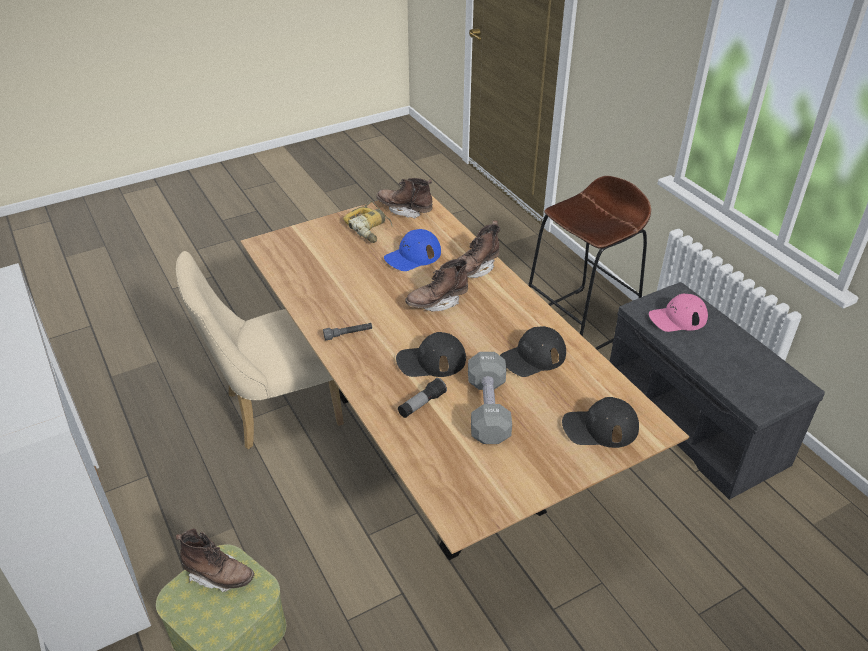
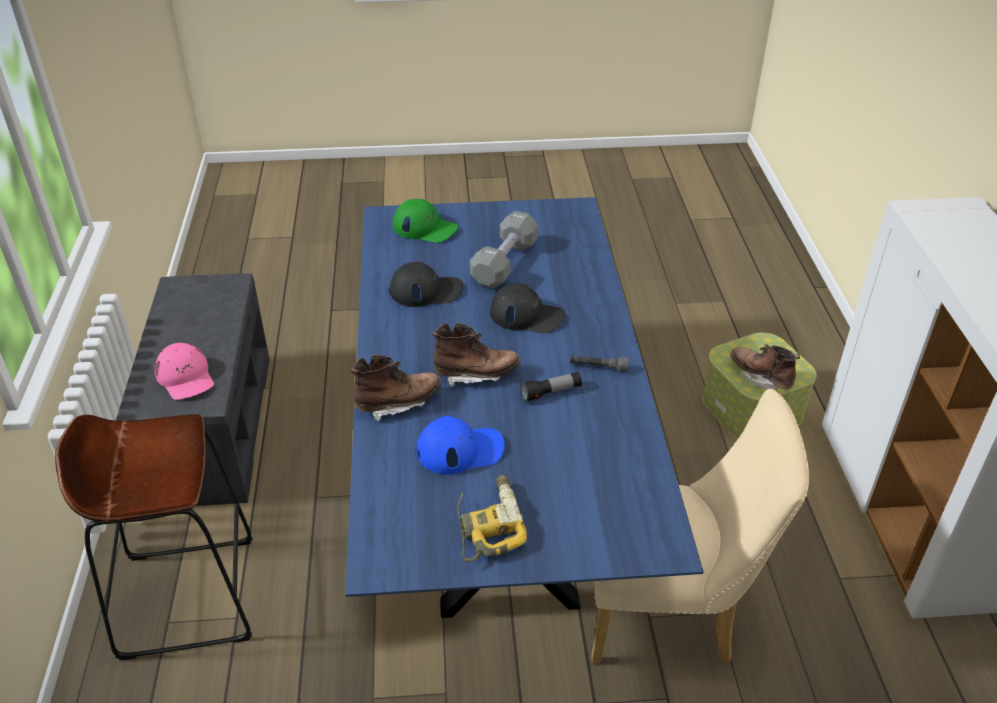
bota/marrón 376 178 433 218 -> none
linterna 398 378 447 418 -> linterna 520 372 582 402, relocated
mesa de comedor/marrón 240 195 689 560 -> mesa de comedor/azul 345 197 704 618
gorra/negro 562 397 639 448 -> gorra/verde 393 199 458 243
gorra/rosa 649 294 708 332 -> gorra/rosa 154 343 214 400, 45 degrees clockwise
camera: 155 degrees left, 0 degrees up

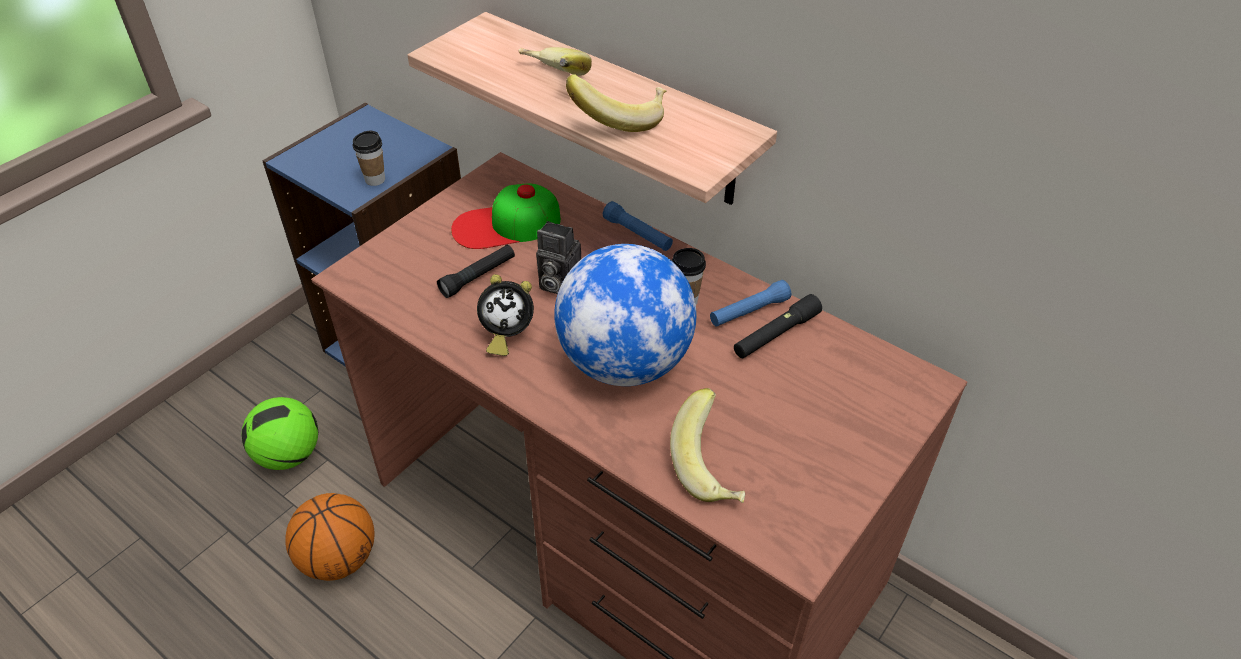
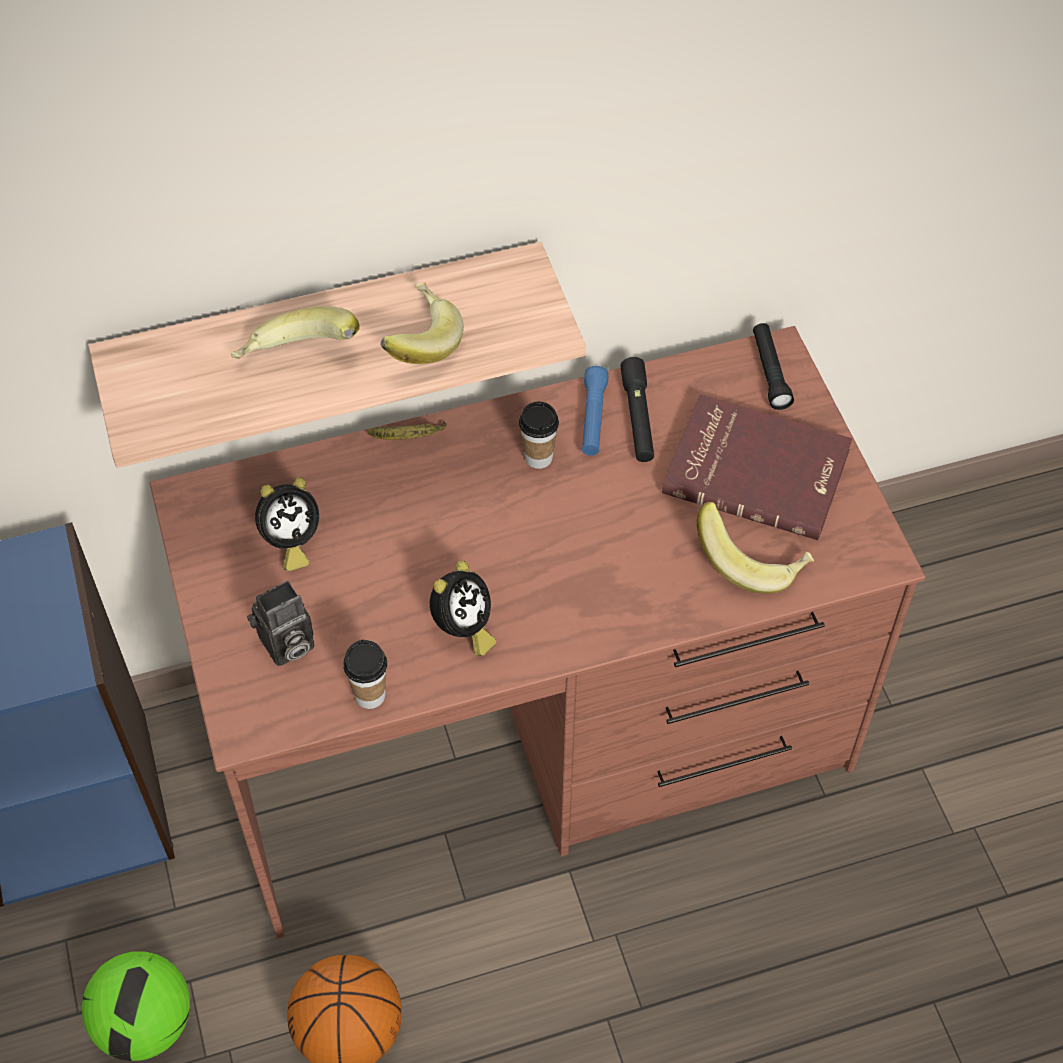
globo terráqueo 554 244 697 386 -> none
none -> libro/rojo 662 394 852 540
taza 353 131 385 186 -> taza 343 640 387 709, relocated
linterna/negro 437 245 515 298 -> linterna/negro 753 323 794 410, relocated
cámara 536 221 581 294 -> cámara 247 581 314 666, relocated
gorra 451 183 561 249 -> despertador 255 477 319 571
linterna/azul 603 201 673 251 -> plátano 368 421 447 439
camera: 55 degrees left, 10 degrees up

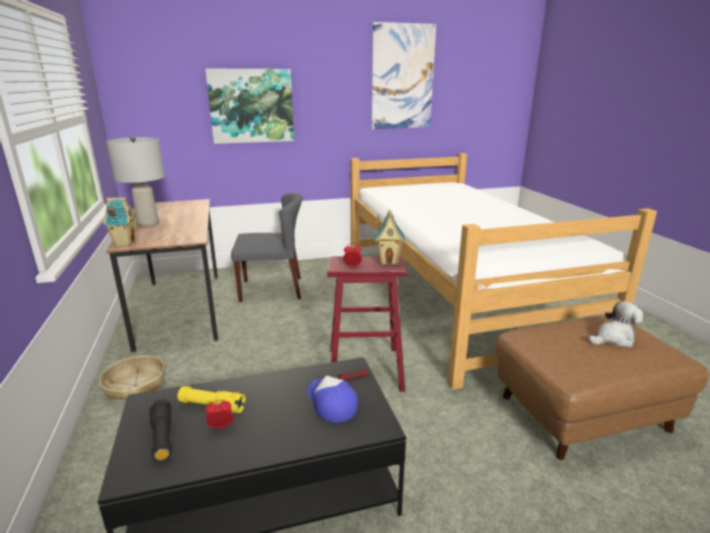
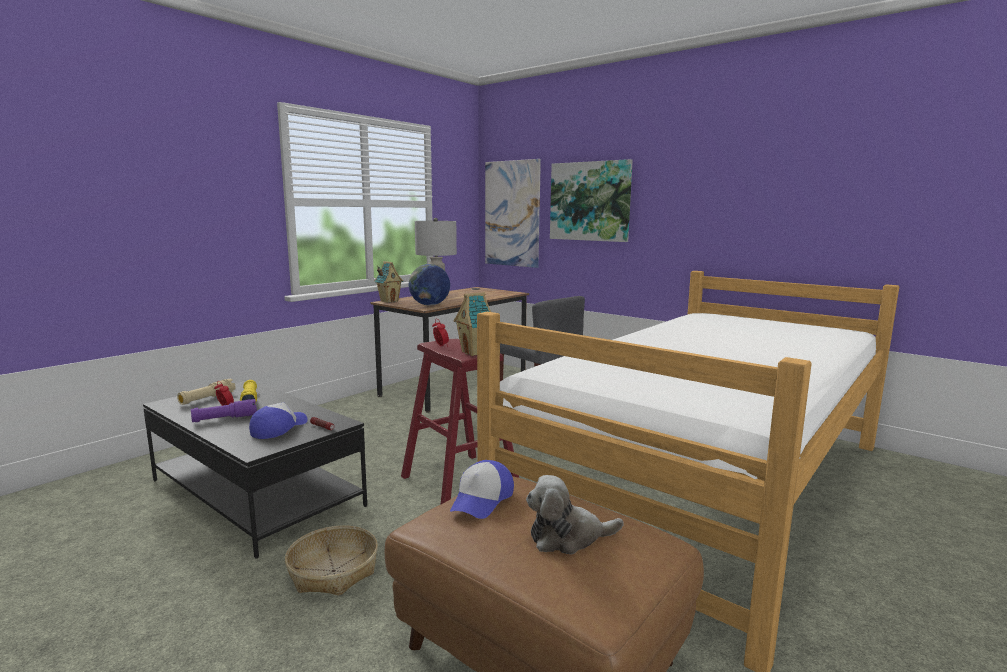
none -> linterna/morado 191 399 257 422
none -> globo terráqueo 409 264 450 305
none -> gorra 450 460 514 519
cesta 99 355 165 400 -> cesta 285 526 378 596, relocated
cuadro 371 22 436 129 -> cuadro 485 159 541 268, relocated
linterna/negro 150 399 172 462 -> linterna/beis 177 379 236 405
peluche 588 301 643 347 -> peluche 526 475 624 555, 135 degrees clockwise
camera: 55 degrees right, 10 degrees down

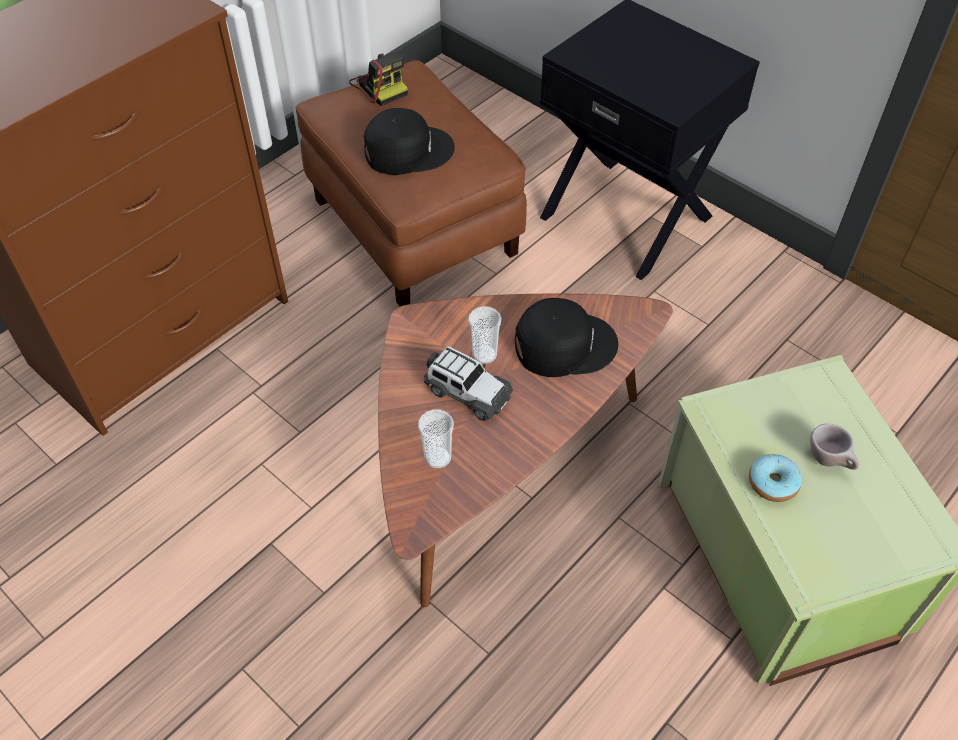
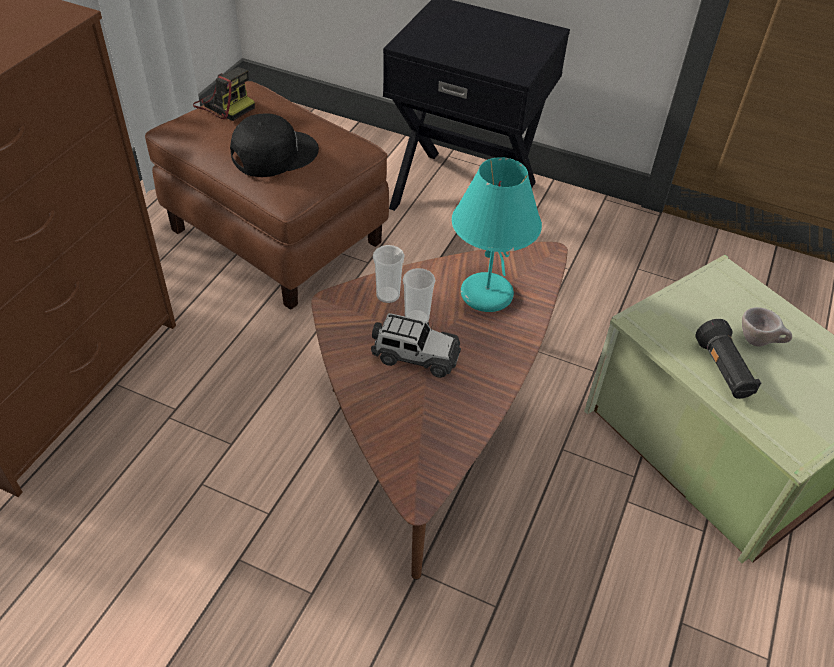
taza 418 409 454 469 -> taza 373 245 405 303, relocated
gorra/negro 515 298 618 377 -> lámpara de mesa/turquesa 452 157 542 312
rosquilla 749 454 802 502 -> linterna/negro 695 319 761 399
camera: 20 degrees left, 5 degrees down

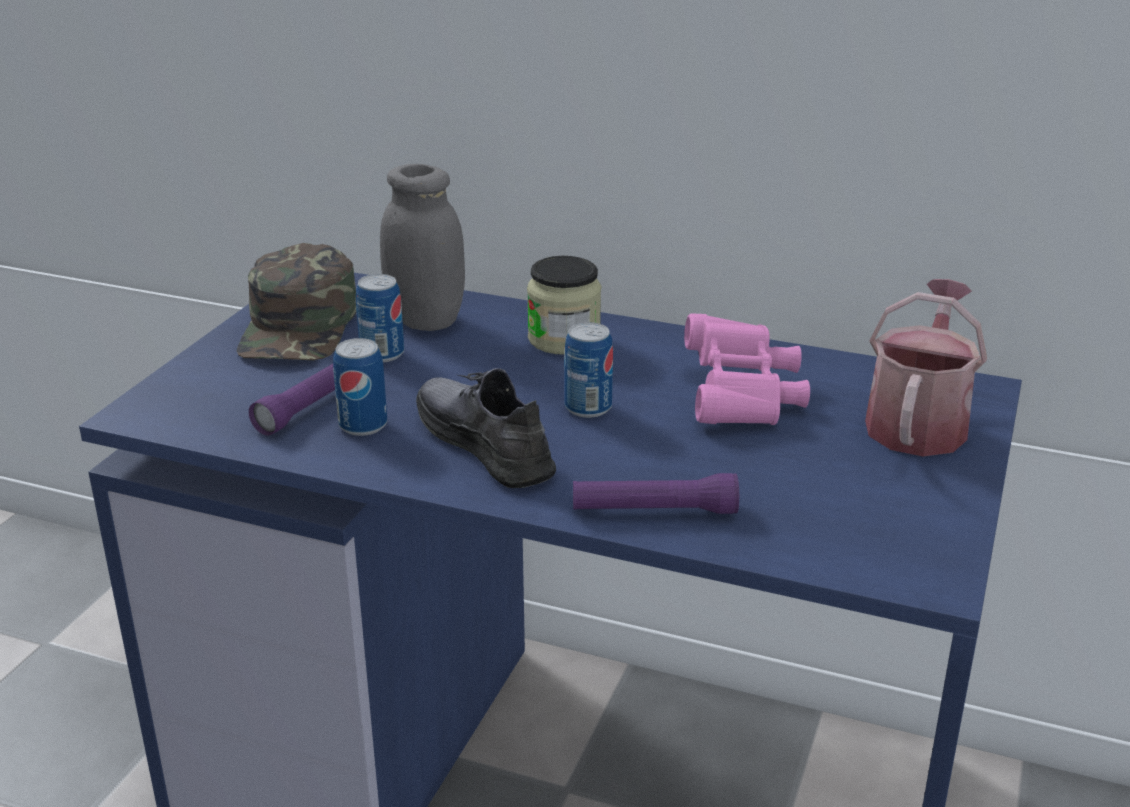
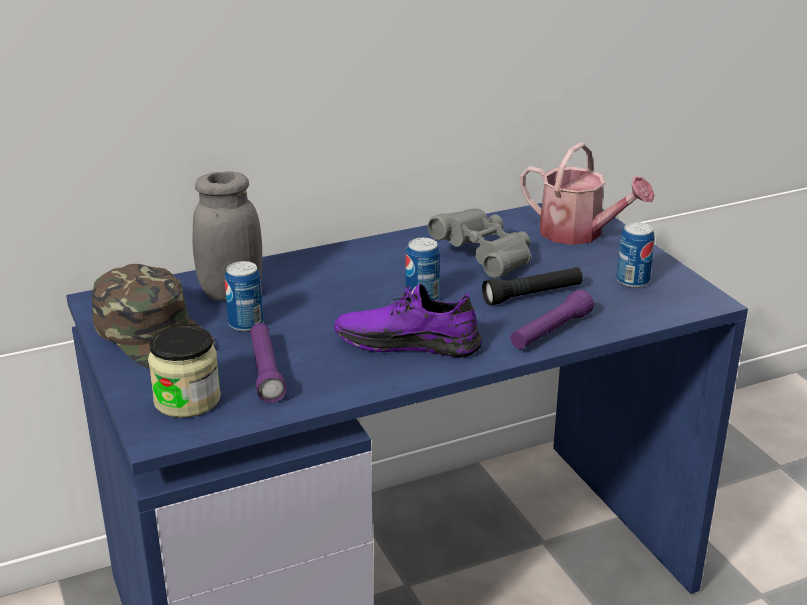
none -> linterna/negro 482 267 583 305
lata 333 338 387 436 -> lata 616 222 654 288, relocated
tarro 527 256 601 355 -> tarro 148 326 221 418, relocated
zapato/gris 416 368 556 488 -> zapato/morado 334 284 482 358
prismáticos/rosa 684 313 810 425 -> prismáticos/gris 428 209 531 278
regadera 865 279 987 456 -> regadera 520 143 655 245, 150 degrees clockwise
camera: 45 degrees left, 0 degrees up

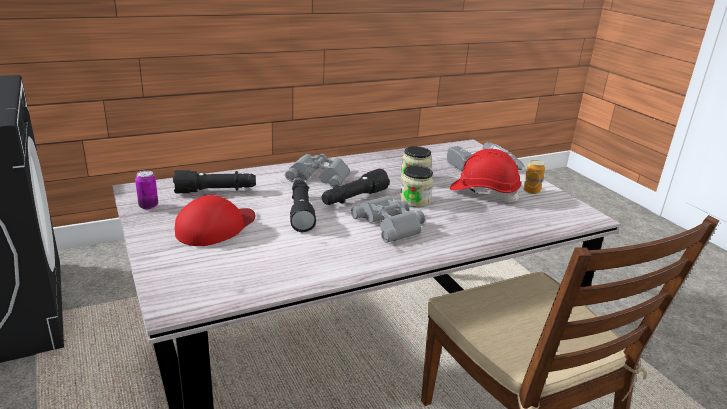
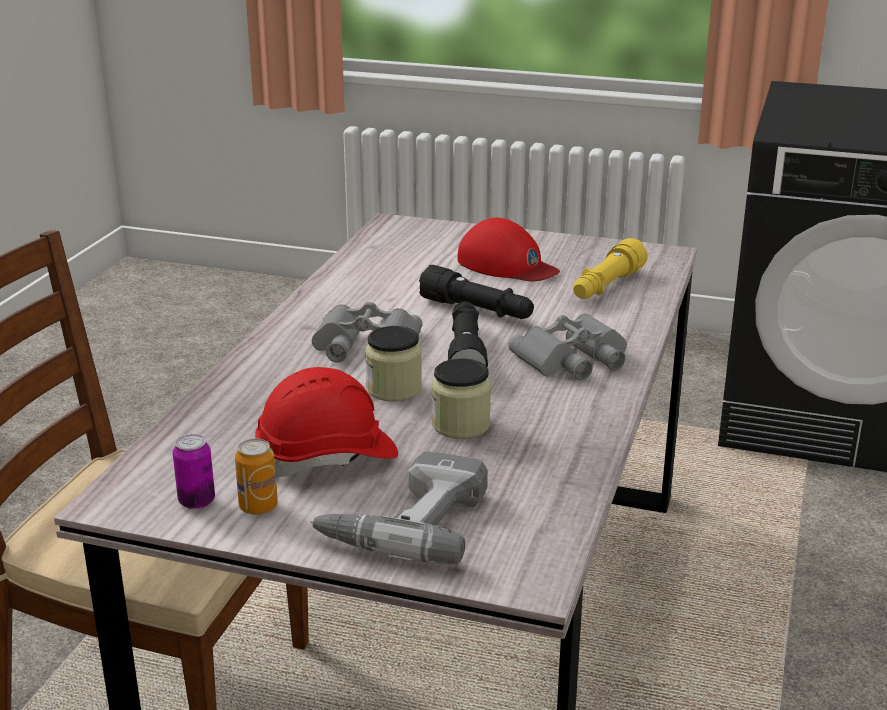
lata 135 171 158 210 -> lata 173 434 215 509, relocated
linterna/negro 173 170 256 193 -> linterna/amarillo 573 238 648 299
gorra/rojo 175 195 255 246 -> gorra/rojo 457 218 560 281, 45 degrees counterclockwise
camera: 135 degrees right, 0 degrees up

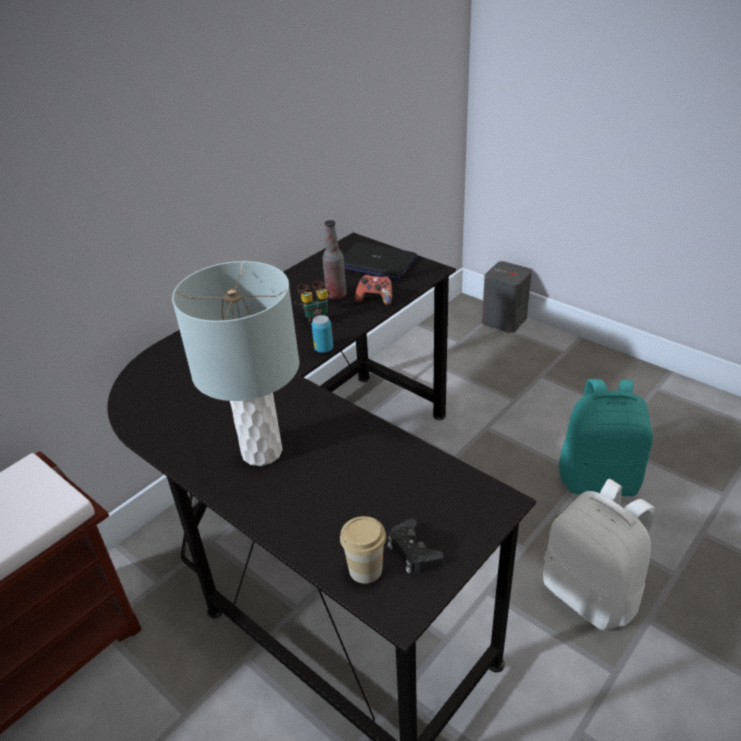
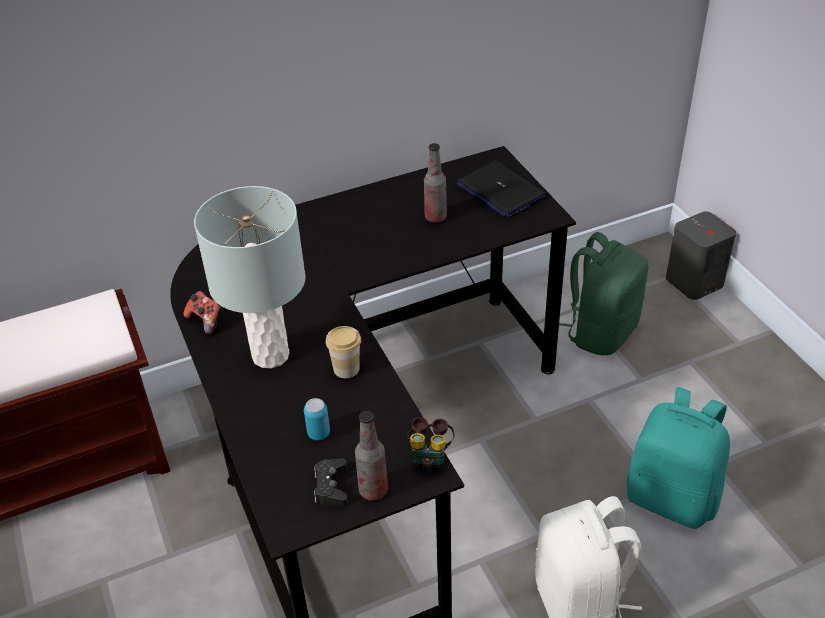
none -> botella 355 411 388 500
none -> mochila/verde 559 232 649 355
prismáticos 294 281 330 325 -> prismáticos 407 417 454 471, relocated
lata 312 315 333 353 -> lata 304 398 330 440, relocated
taza 340 516 386 584 -> taza 326 326 361 378, relocated
mando de consola 355 275 392 306 -> mando de consola 184 291 222 334, relocated
camera: 25 degrees right, 5 degrees up

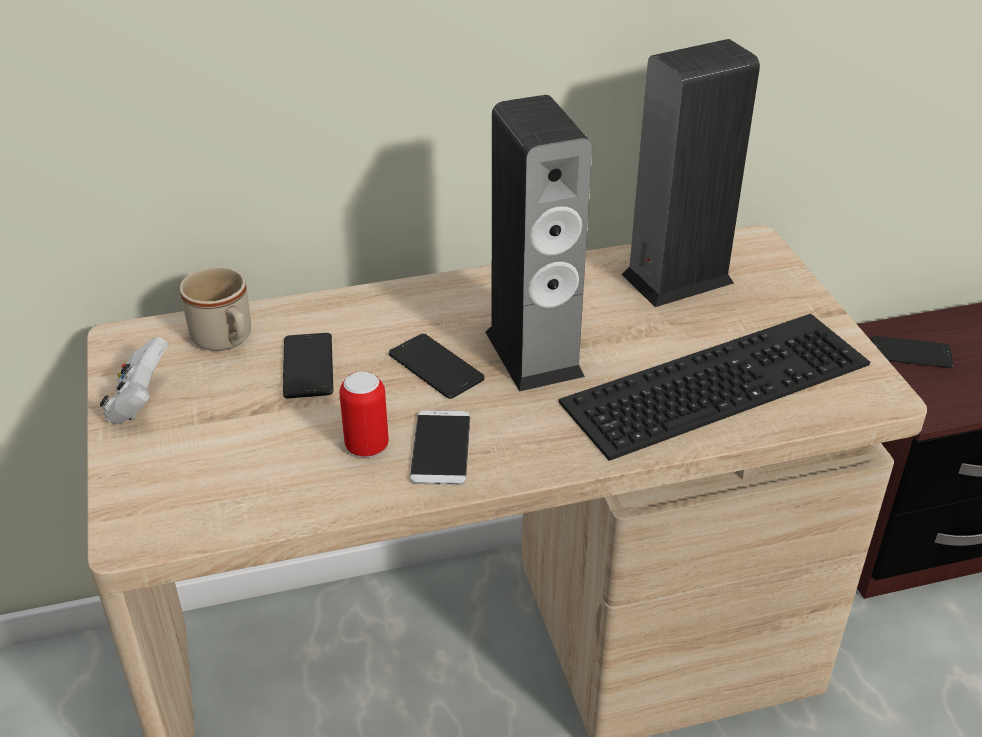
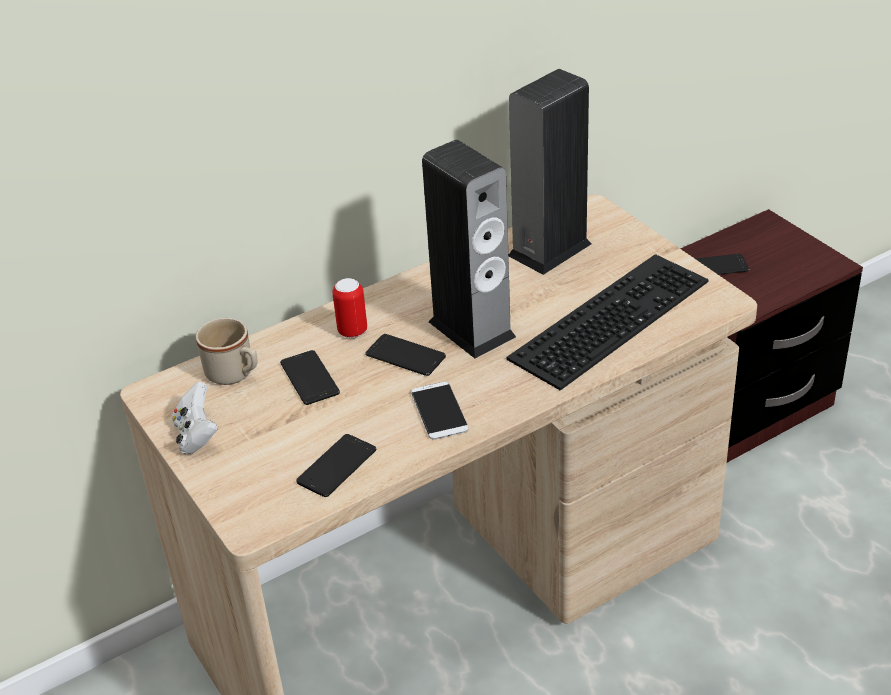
none -> móvil 296 434 376 497
lata 339 372 389 458 -> lata 332 278 367 338, relocated
camera: 15 degrees left, 0 degrees up

